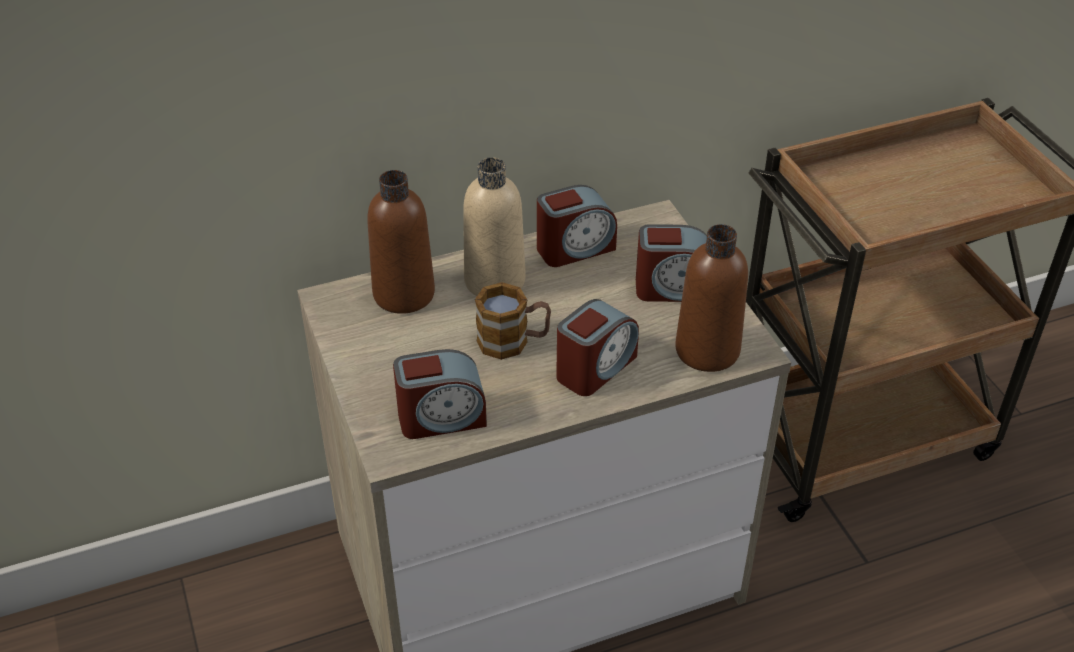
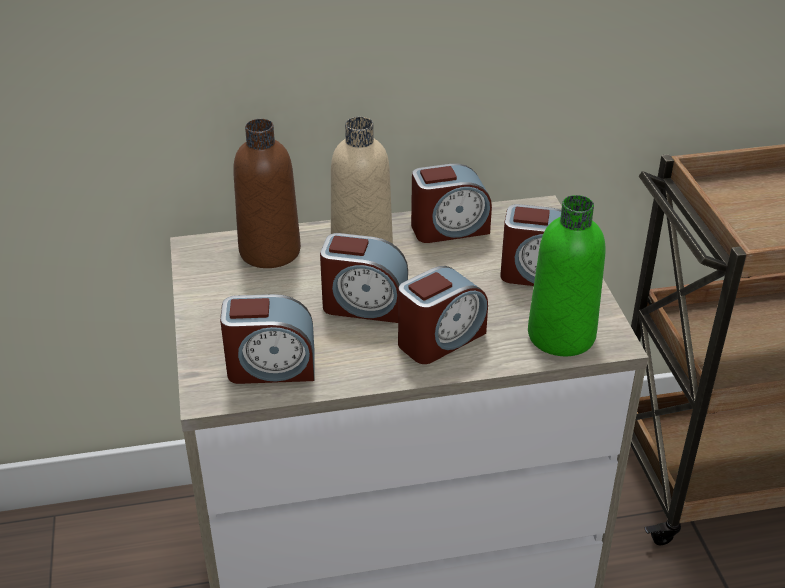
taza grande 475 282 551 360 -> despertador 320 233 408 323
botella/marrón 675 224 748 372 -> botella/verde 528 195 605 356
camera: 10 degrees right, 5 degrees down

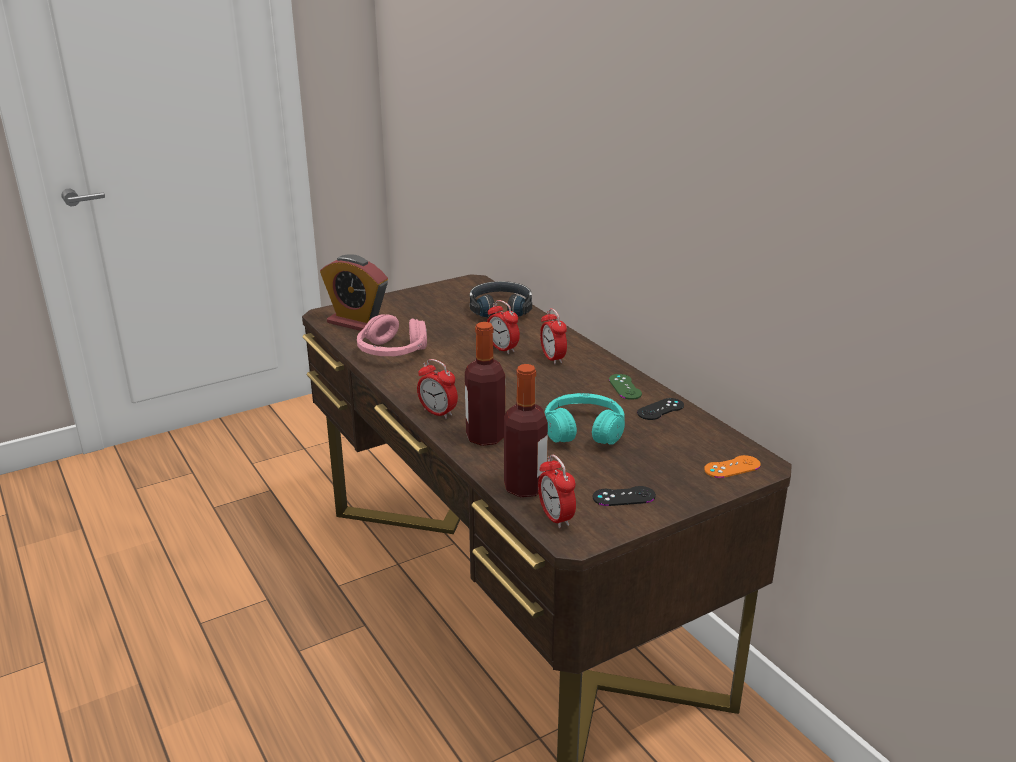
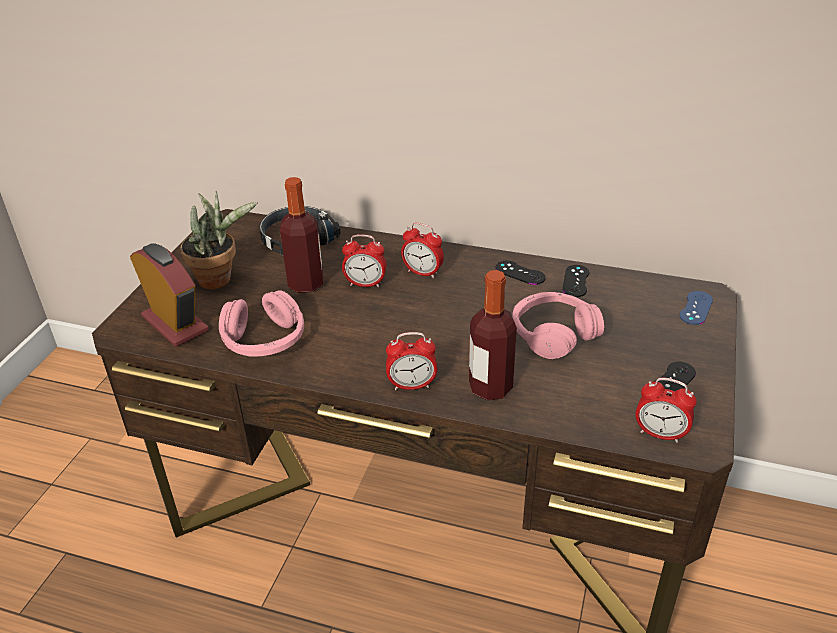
none -> planta en maceta 181 191 258 289
botella 504 364 548 497 -> botella 280 177 323 293, relocated
auriculares/turquesa 545 393 625 445 -> auriculares/rosa 512 292 604 359
mando de consola/verde 609 374 642 400 -> mando de consola/negro 496 261 546 285
mando de consola/naranja 704 455 761 478 -> mando de consola/azul 679 291 713 325
despertador 320 254 388 331 -> despertador 130 243 209 347, 120 degrees counterclockwise
camera: 40 degrees left, 10 degrees up

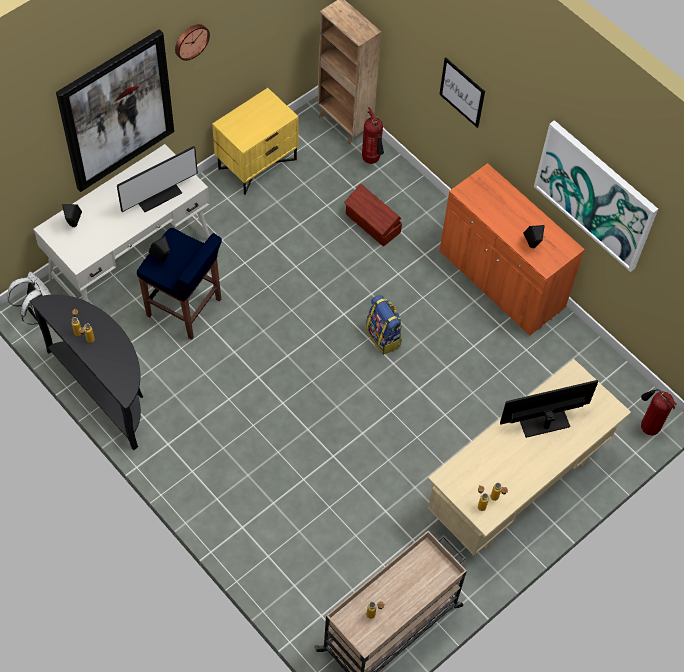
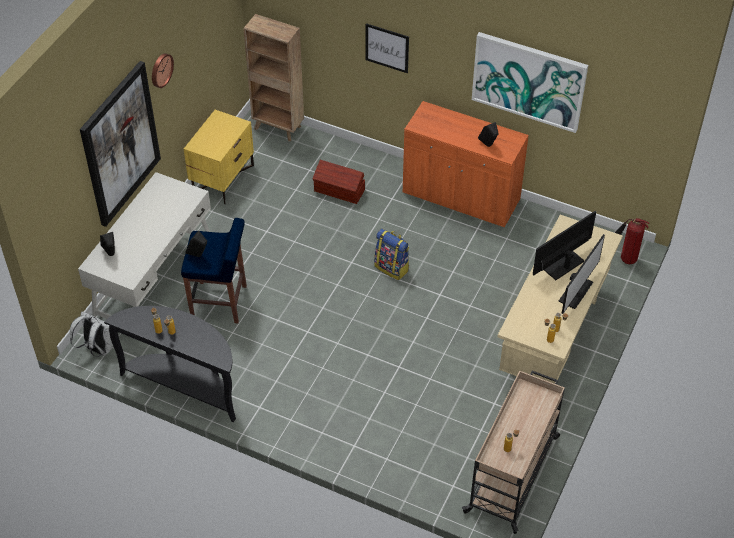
extintor 362 107 384 164 -> none
monitor 117 146 198 212 -> monitor 558 234 605 314, relocated
camera: 20 degrees left, 10 degrees down

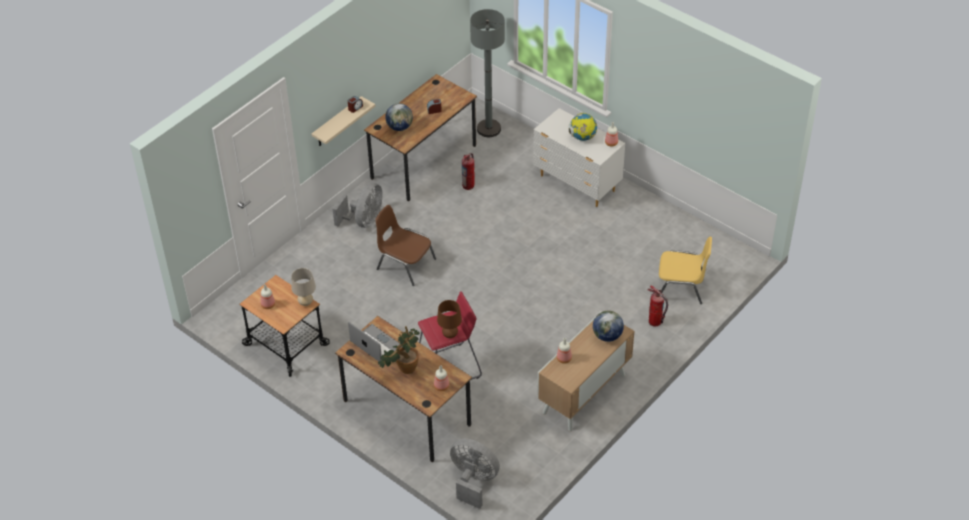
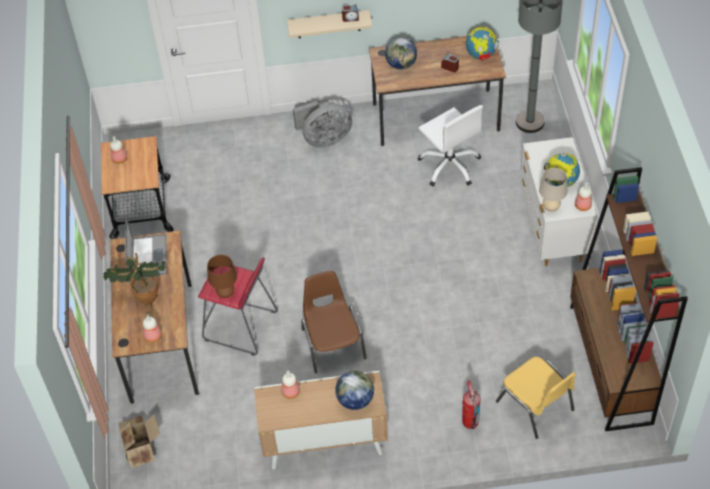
none -> globo terráqueo 466 25 499 60
none -> estantería/marrón 570 167 688 431
lámpara de mesa/beis 291 268 316 306 -> lámpara de mesa/beis 539 168 568 212, relocated
silla/marrón 375 205 436 286 -> silla/marrón 301 271 367 373, relocated
ventilador/gris 450 438 500 509 -> caja de cartón 119 415 160 468
extintor 462 153 475 190 -> silla de oficina/blanco 418 105 483 186
camera: 45 degrees right, 5 degrees up

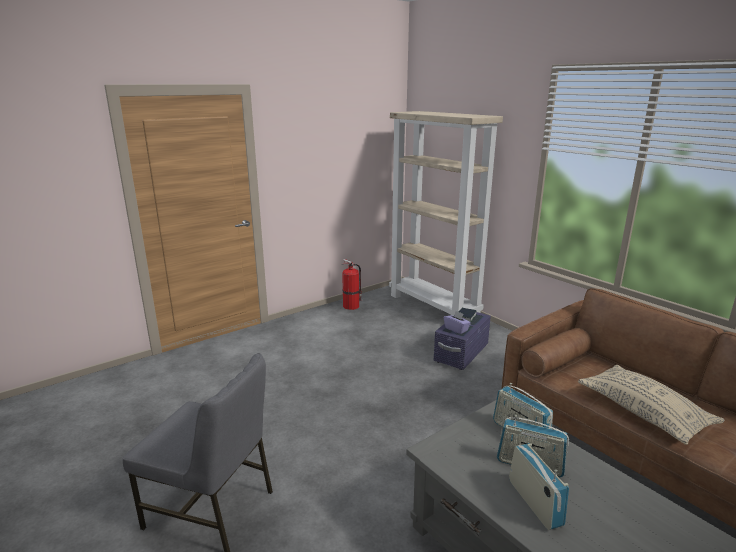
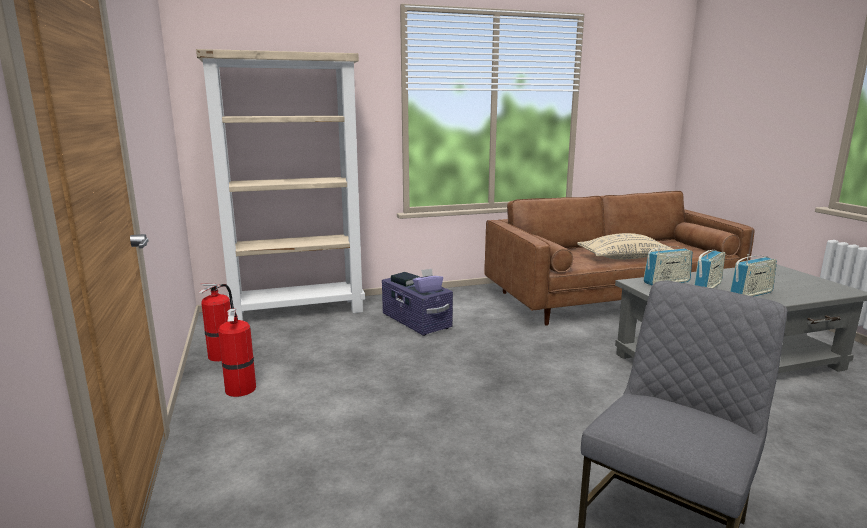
none -> extintor 218 308 256 397
radio 509 443 569 530 -> radio 730 254 777 296, 150 degrees clockwise
camera: 70 degrees left, 5 degrees down

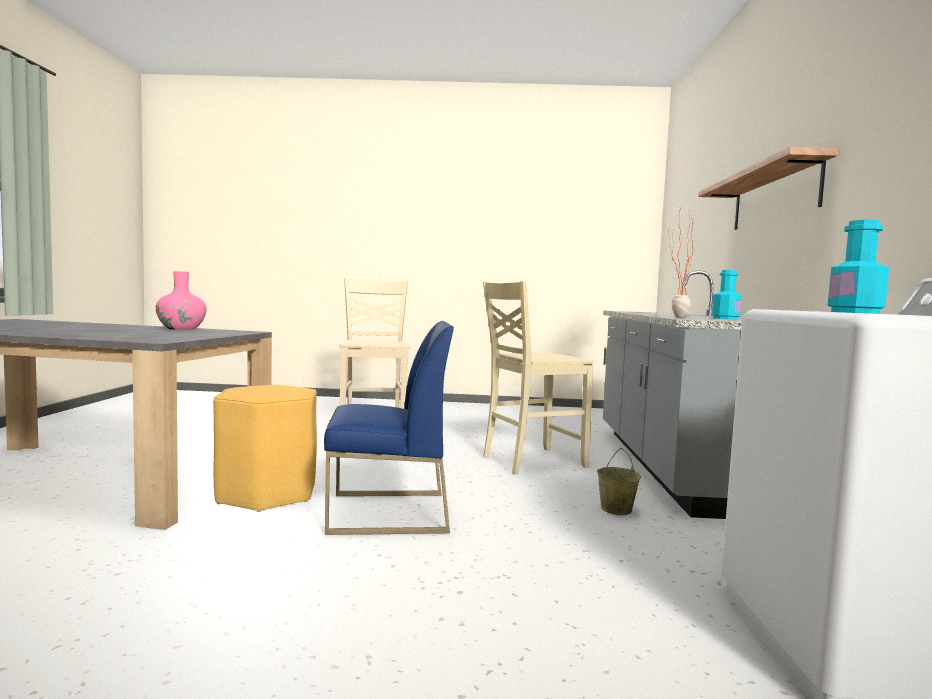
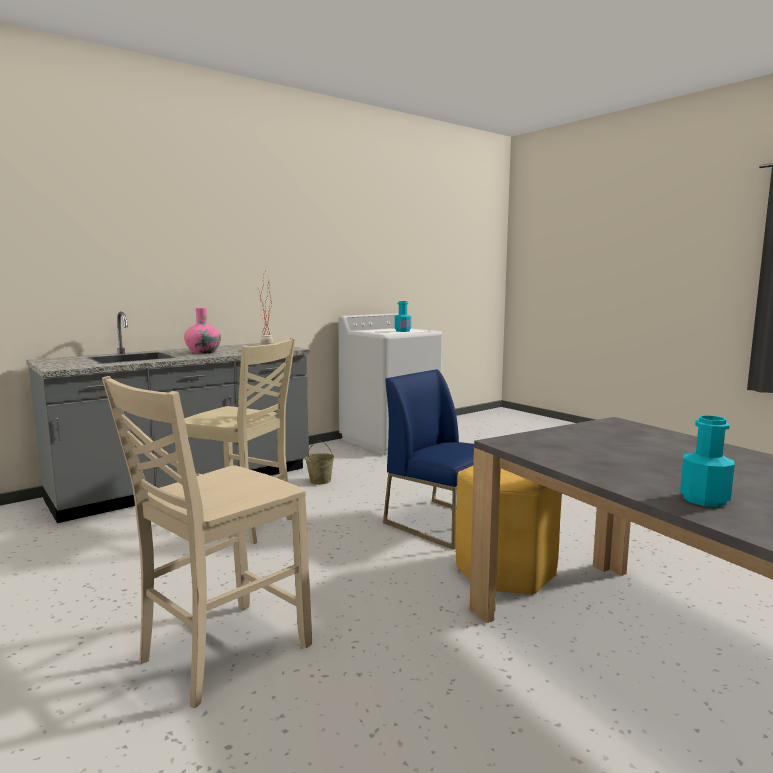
estante 699 147 838 230 -> none
florero/rosa 156 271 206 330 -> florero/rosa 184 308 221 354, relocated
botella/turquesa 712 270 742 319 -> botella/turquesa 680 415 735 507, relocated
camera: 130 degrees left, 5 degrees up

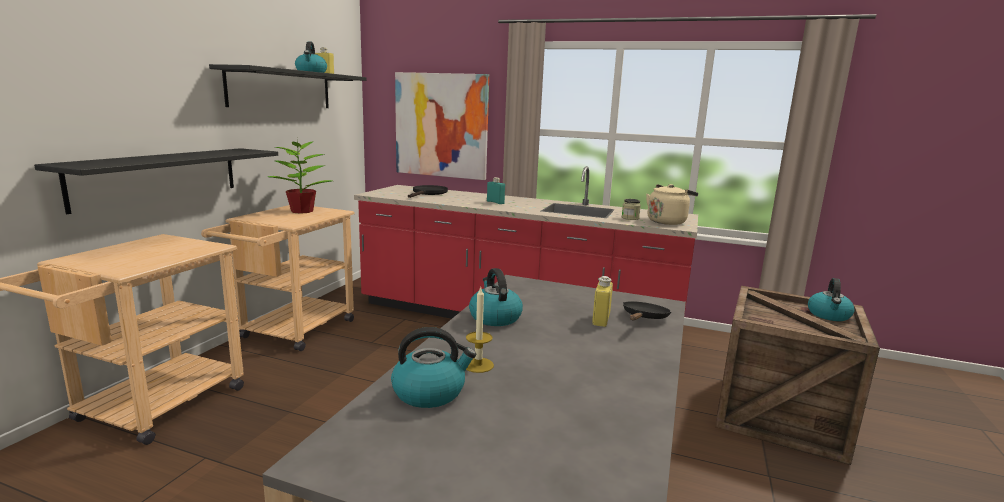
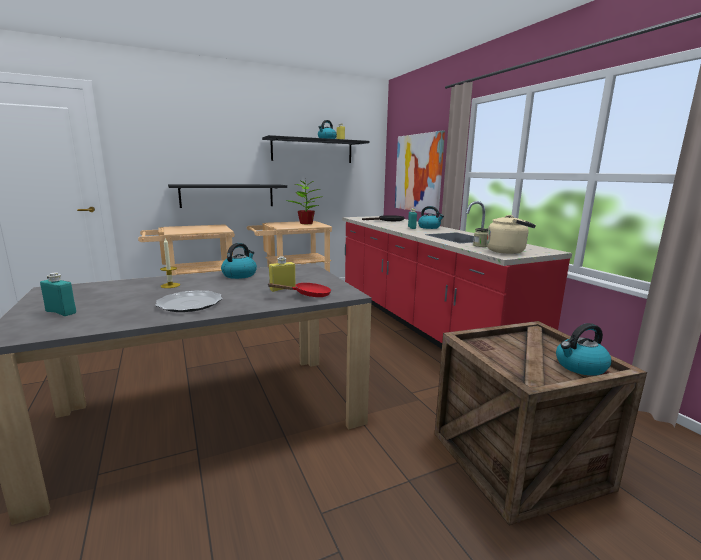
none -> botella/turquesa 40 272 76 316
none -> plato 155 290 223 312
hervidor 391 327 476 408 -> hervidor 418 206 444 229, relocated
sartén/negro 623 301 671 320 -> sartén/rojo 267 283 331 297
camera: 45 degrees right, 0 degrees up

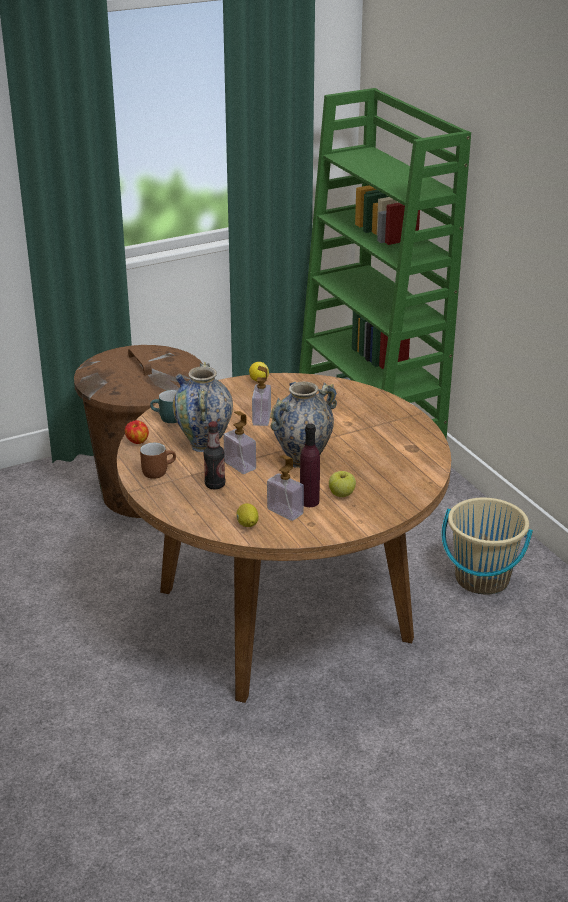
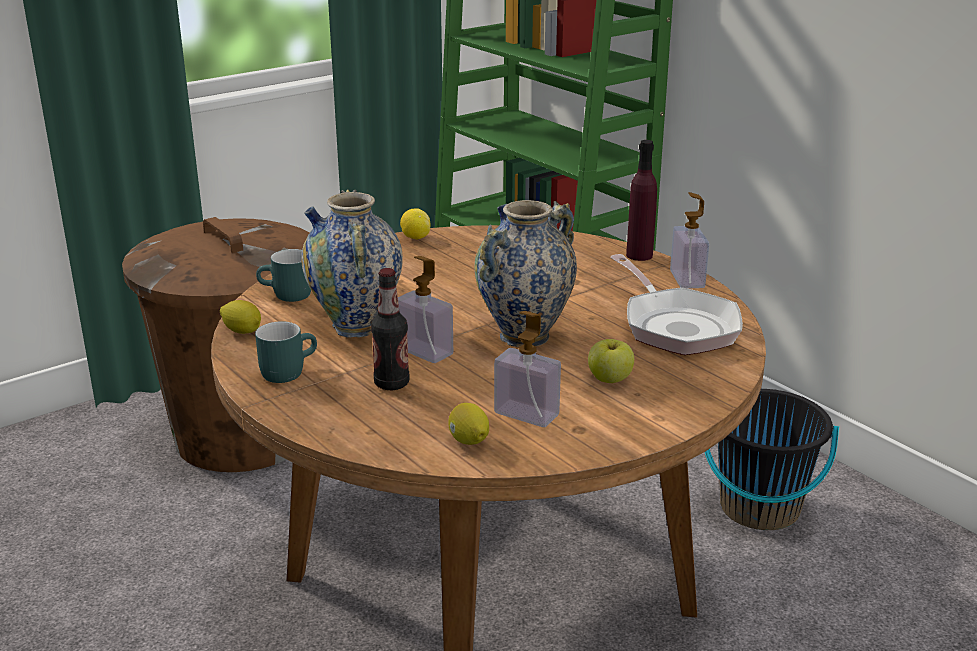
none -> sartén 610 254 743 355
dispensador de jabón 252 366 271 426 -> dispensador de jabón 670 192 709 289, relocated
botella/morado 300 424 320 507 -> botella/morado 626 140 657 261, relocated
manzana 125 420 149 444 -> limón 220 300 261 334
taza grande/marrón 140 443 176 479 -> taza grande/turquesa 255 321 317 383
cubo/beis 442 498 533 595 -> cubo/negro 705 389 839 530
camera: 10 degrees left, 5 degrees down

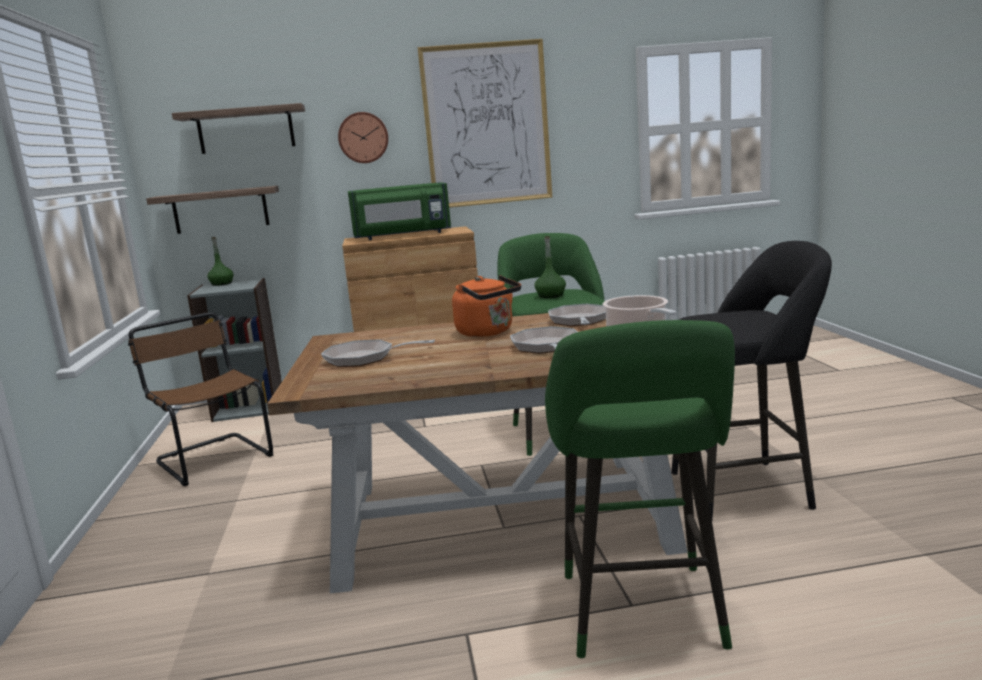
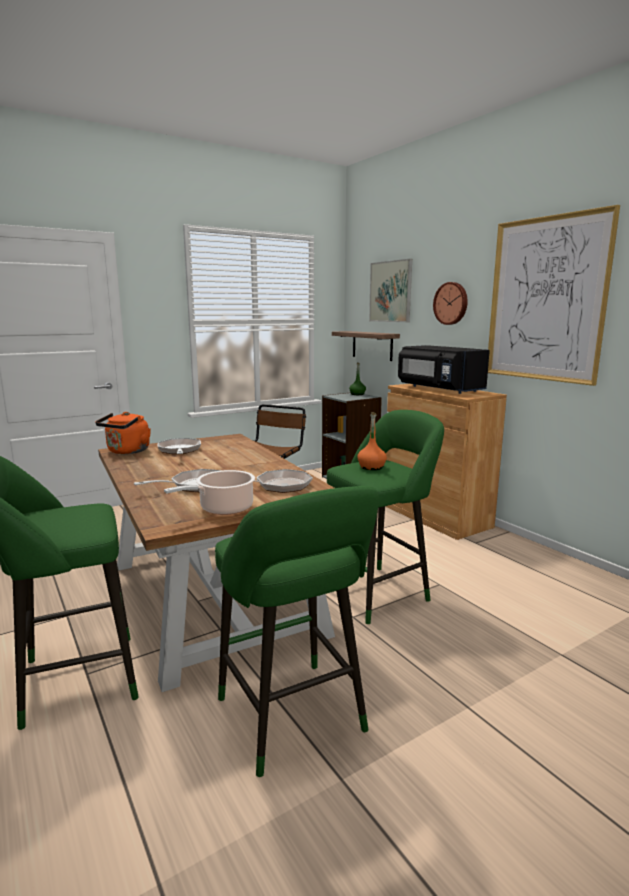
hervidor/naranja 452 275 521 337 -> hervidor/naranja 95 412 151 454, relocated
estante 172 103 305 154 -> cuadro 369 259 412 322
microondas/verde 348 182 451 240 -> microondas/negro 398 345 490 394
botella/verde 534 236 566 298 -> botella/naranja 357 412 387 470
taburete/negro 671 241 832 519 -> taburete/verde 215 486 379 777
camera: 65 degrees right, 0 degrees up

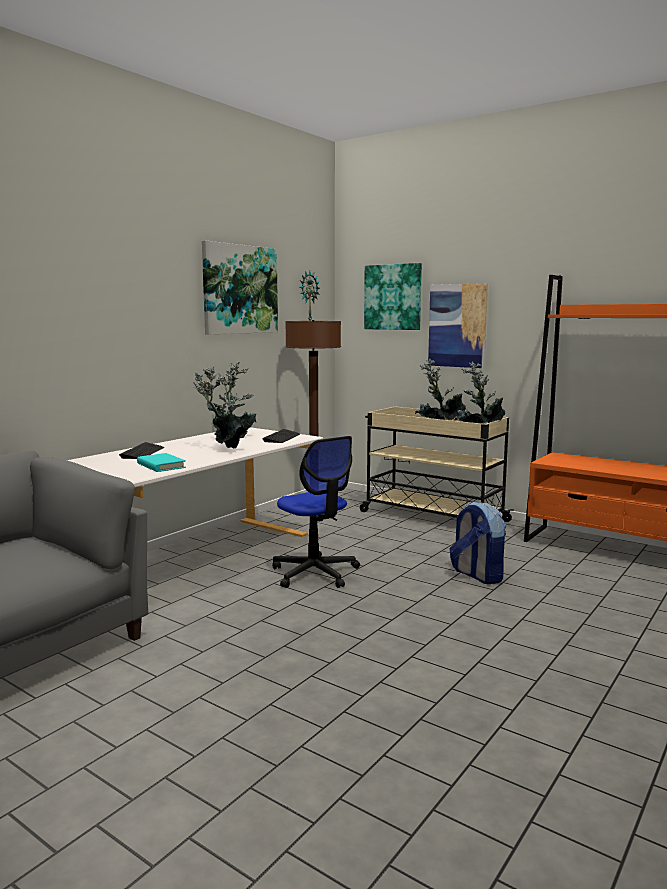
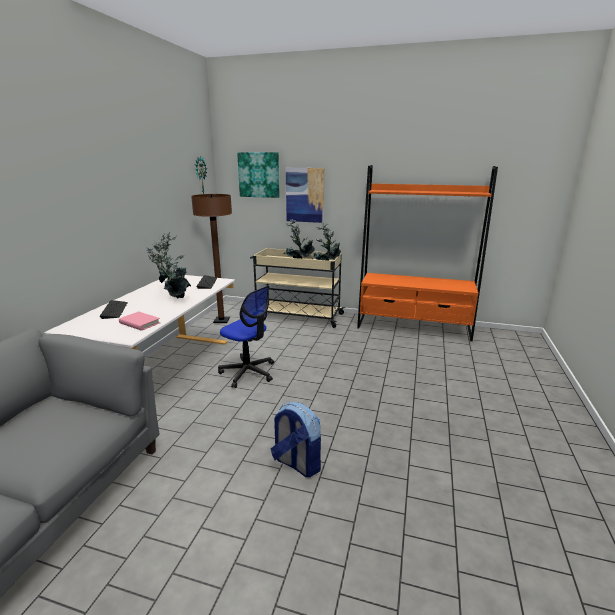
cuadro 202 241 278 334 -> none
mochila 449 501 506 584 -> mochila 271 402 321 477, relocated
libro/turquesa 137 453 186 472 -> libro/rosa 119 311 161 331
camera: 20 degrees left, 10 degrees up

